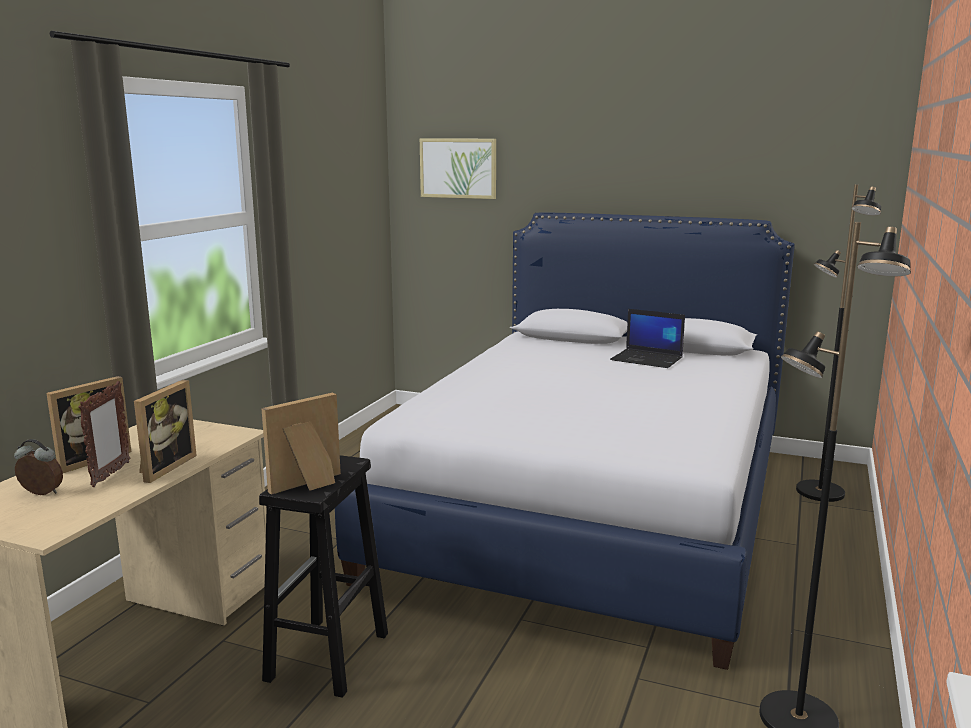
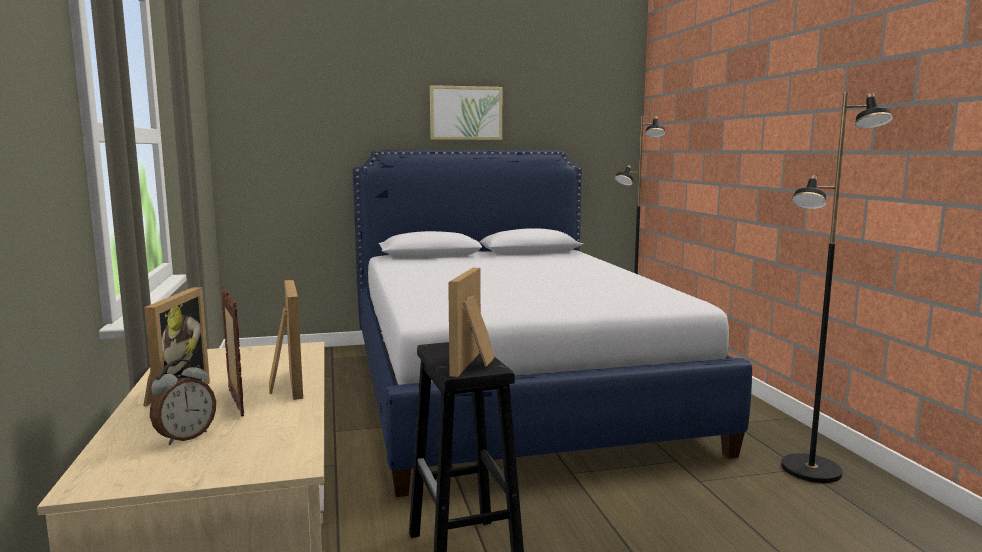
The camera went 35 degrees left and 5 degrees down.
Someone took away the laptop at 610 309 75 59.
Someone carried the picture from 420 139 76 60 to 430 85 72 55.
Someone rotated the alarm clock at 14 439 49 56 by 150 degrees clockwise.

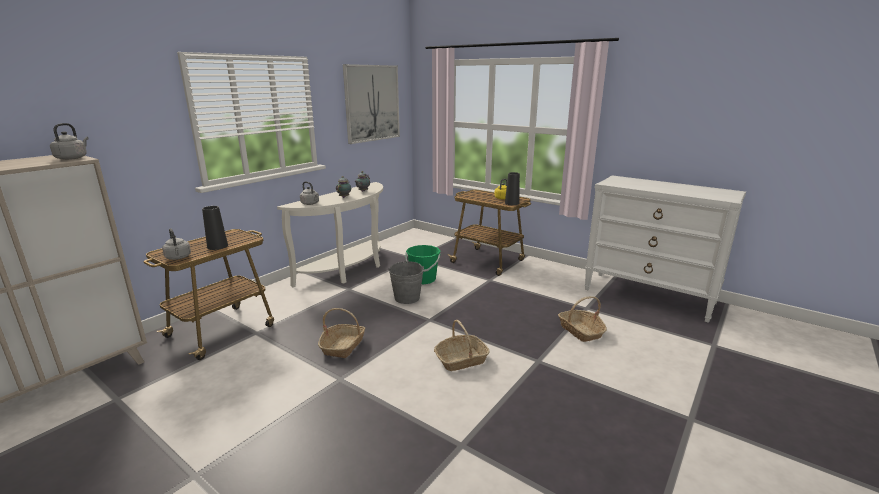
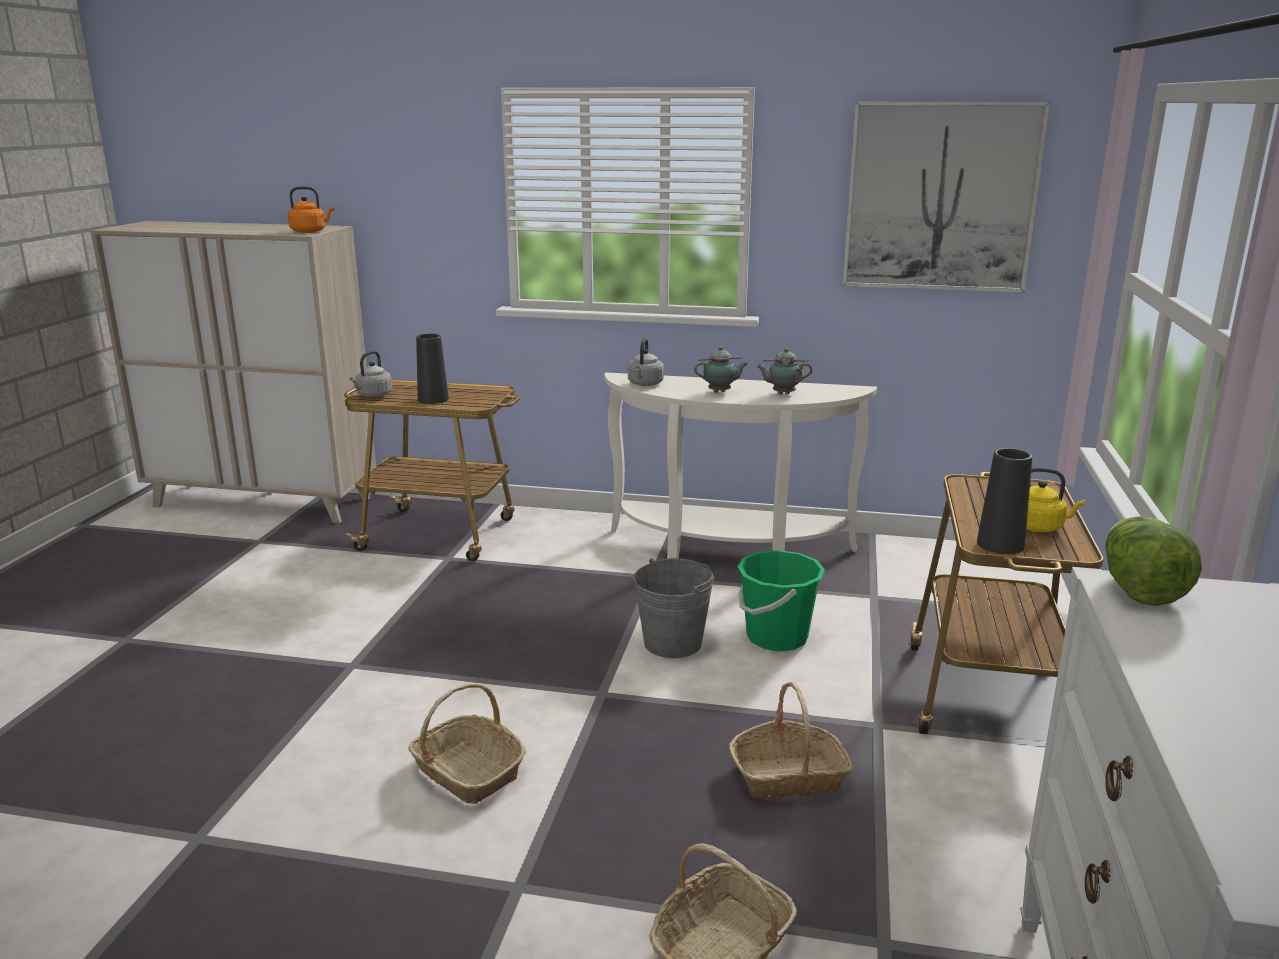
The camera went 65 degrees right and 0 degrees up.
Someone put down the lettuce at 1105 516 97 90.
Someone carried the basket from 318 308 47 50 to 729 682 125 117.
Someone repainted the kettle in grey at 50 123 39 37, which became the kettle in orange at 288 186 46 47.

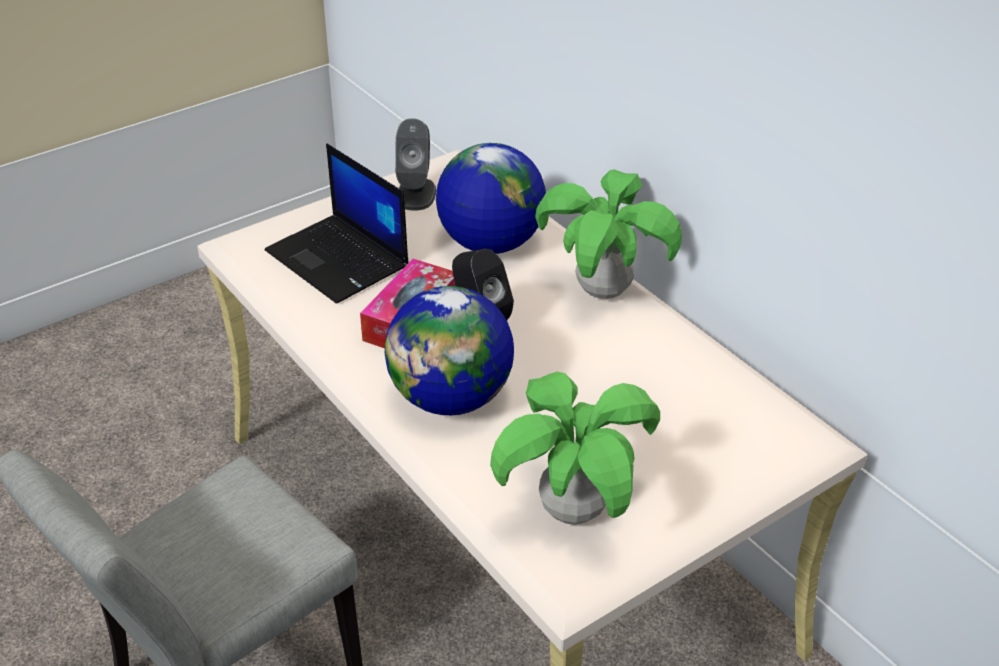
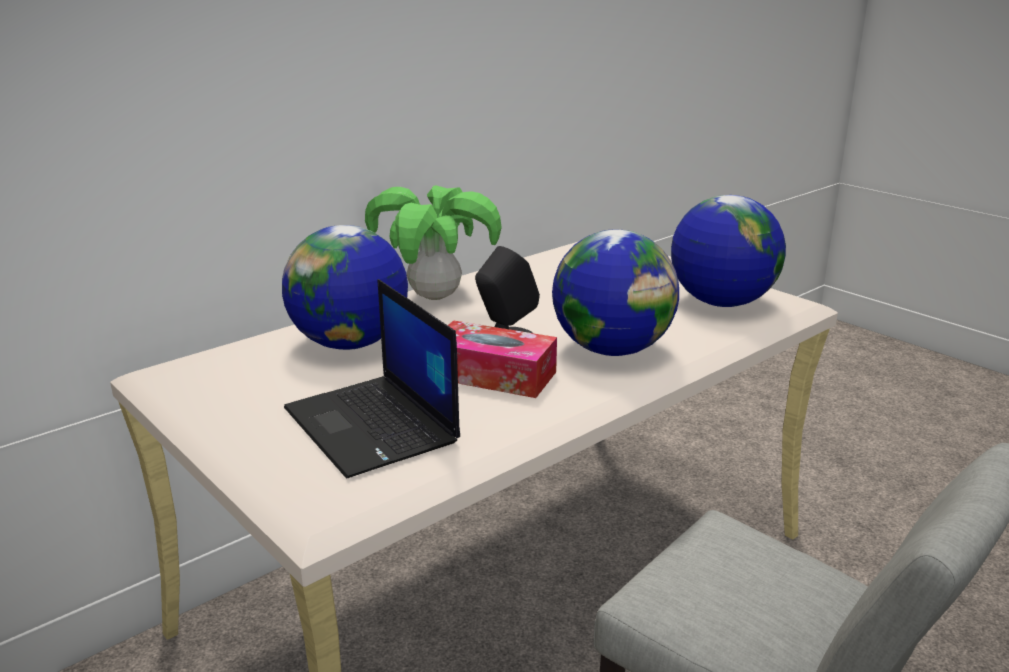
The camera went 95 degrees left and 15 degrees down.
Someone took away the speaker in grey at 395 118 41 92.
Someone swapped the potted plant at 490 372 170 153 for the globe at 671 195 115 112.
Someone rotated the laptop at 265 143 144 161 by 105 degrees clockwise.

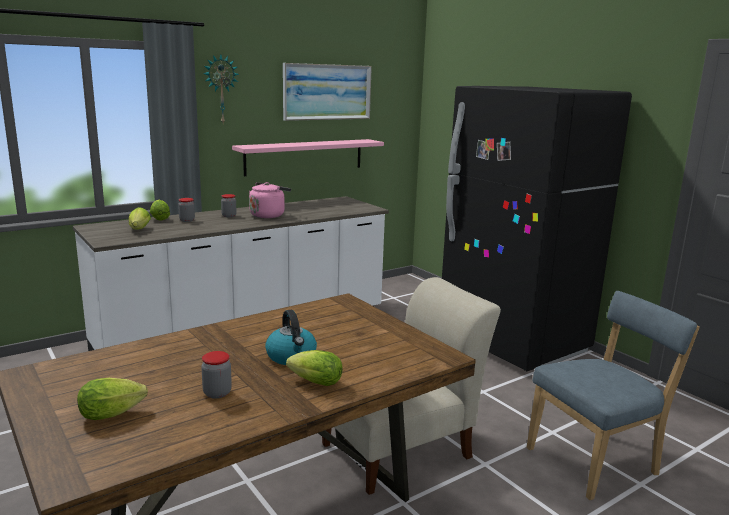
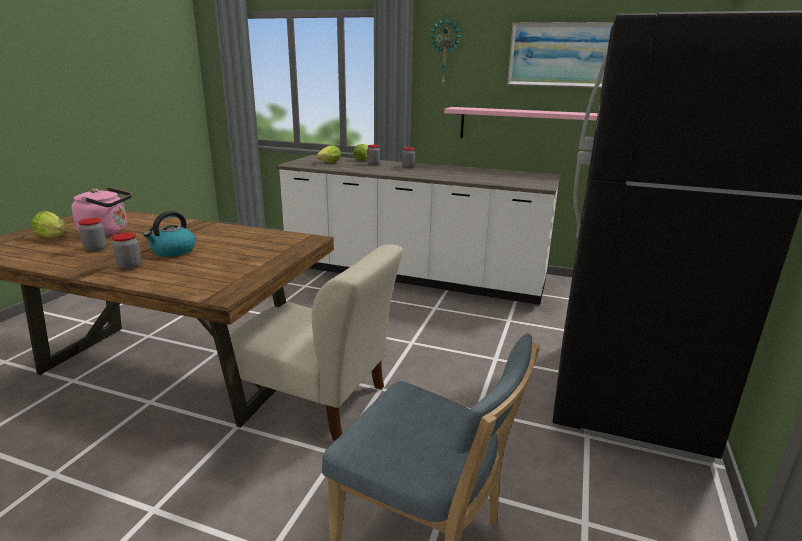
The camera went 55 degrees right and 5 degrees up.
Someone carried the kettle in pink from 249 182 42 36 to 71 187 61 49.
Someone swapped the lettuce at 286 350 57 36 for the jar at 112 233 29 37.

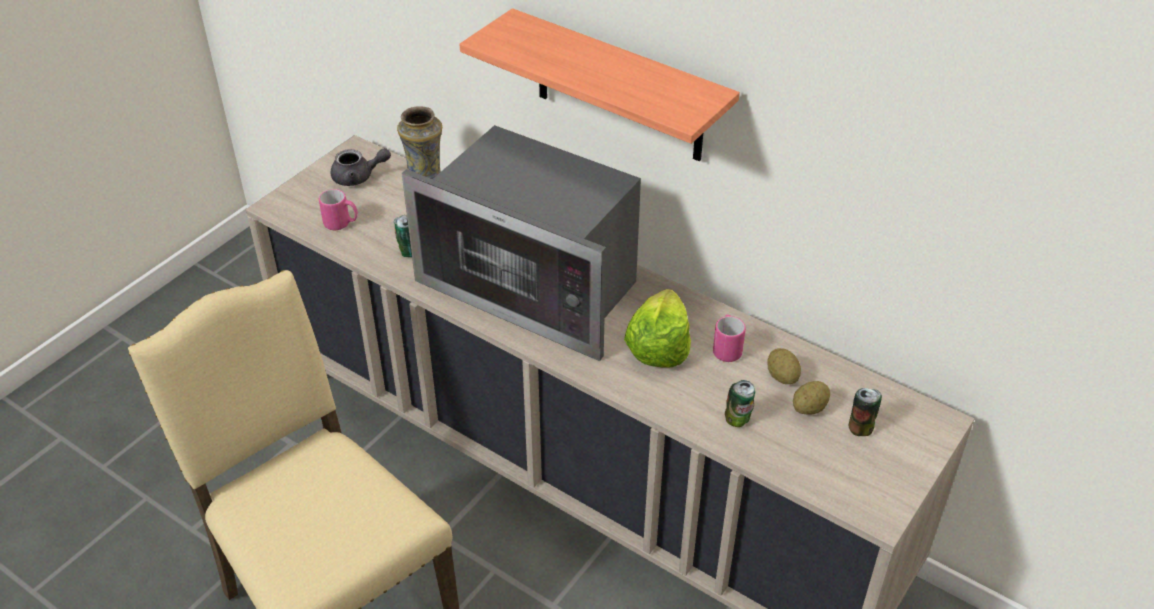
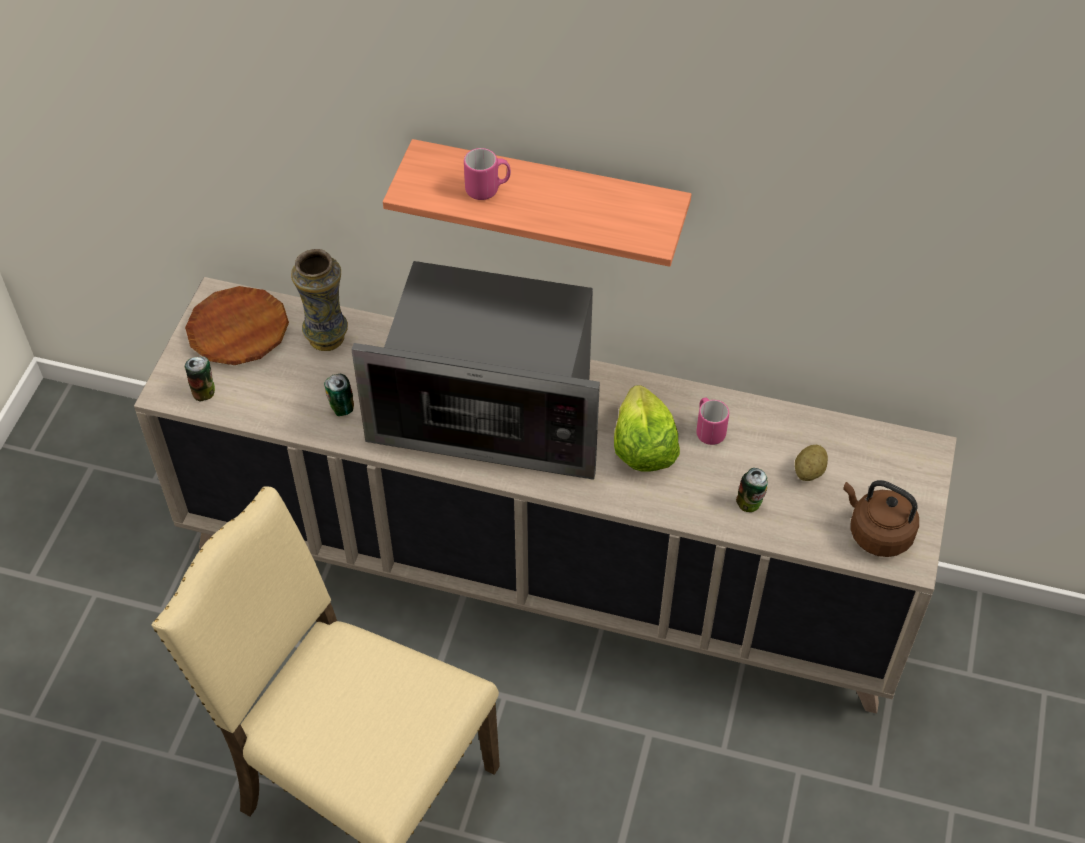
The camera went 20 degrees left and 10 degrees up.
Someone took away the potato at 767 348 34 36.
Someone put down the kettle in brown at 843 480 76 77.
Someone carried the mug in pink from 319 189 39 41 to 464 148 47 52.
Someone carried the can from 849 388 33 48 to 185 356 30 45.
Someone swapped the teapot in grey at 331 148 60 38 for the plate in brown at 185 286 104 79.

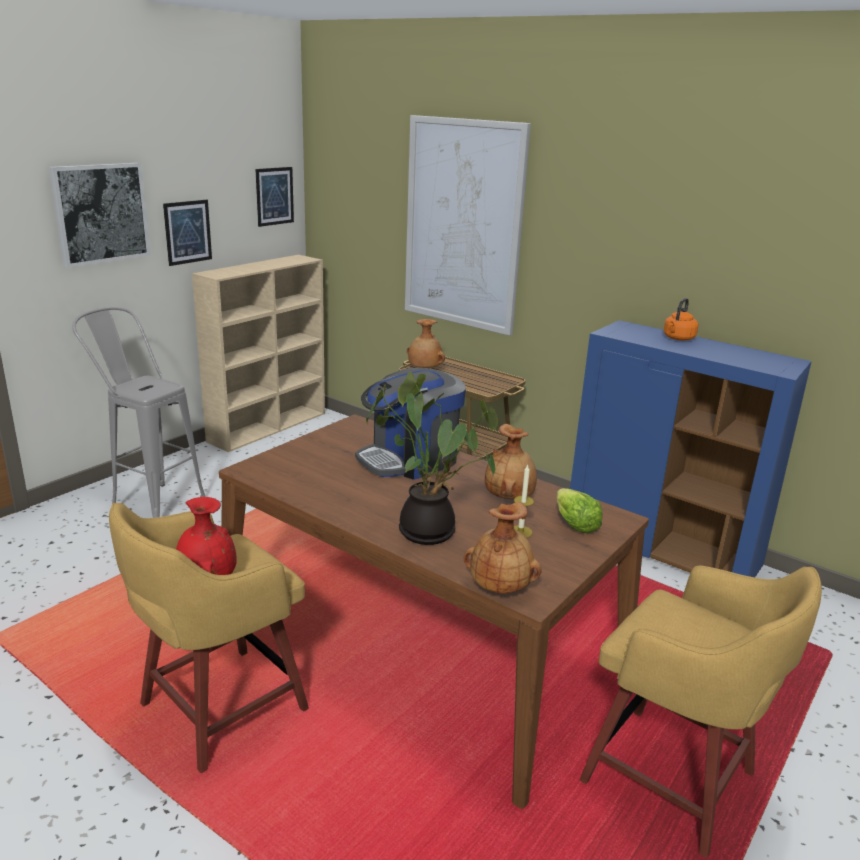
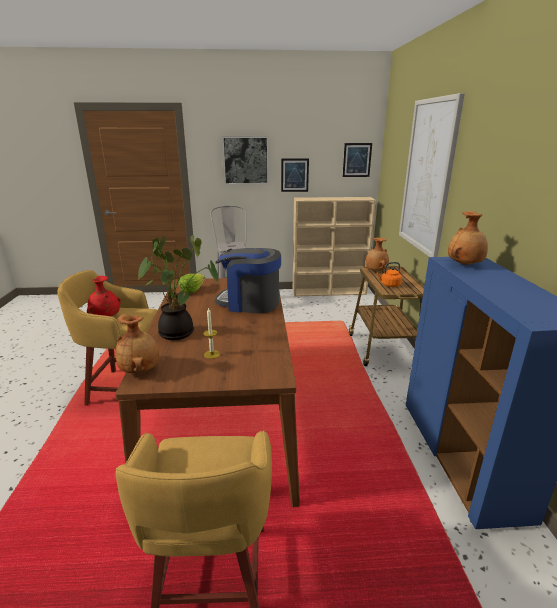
The camera went 50 degrees right and 0 degrees up.
Someone carried the vase in brown from 485 424 52 75 to 448 211 40 54.
Someone carried the lettuce from 557 488 46 45 to 178 274 27 19.
Someone carried the kettle in orange from 664 298 34 42 to 376 262 26 25.

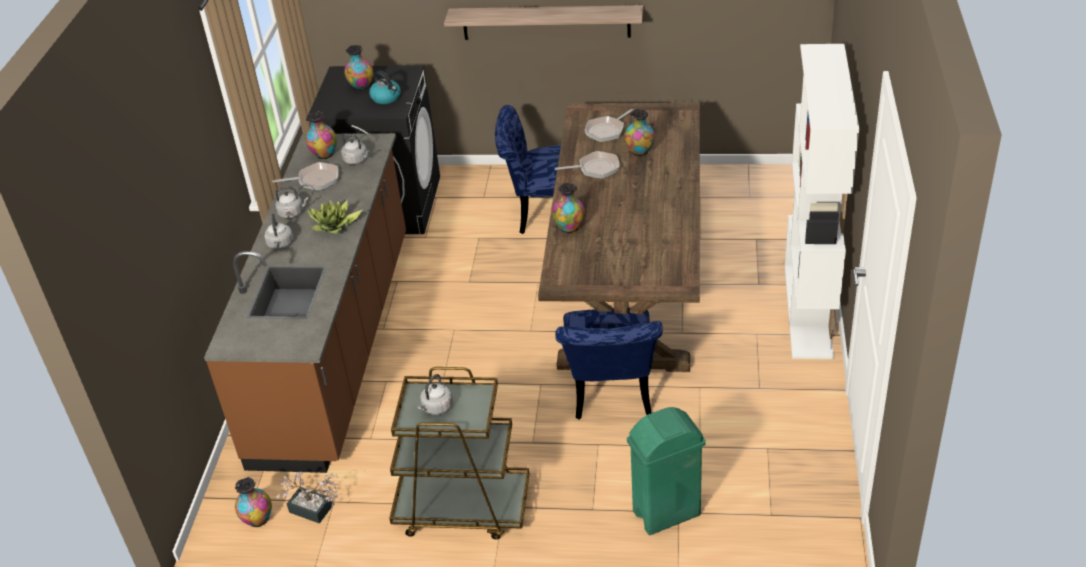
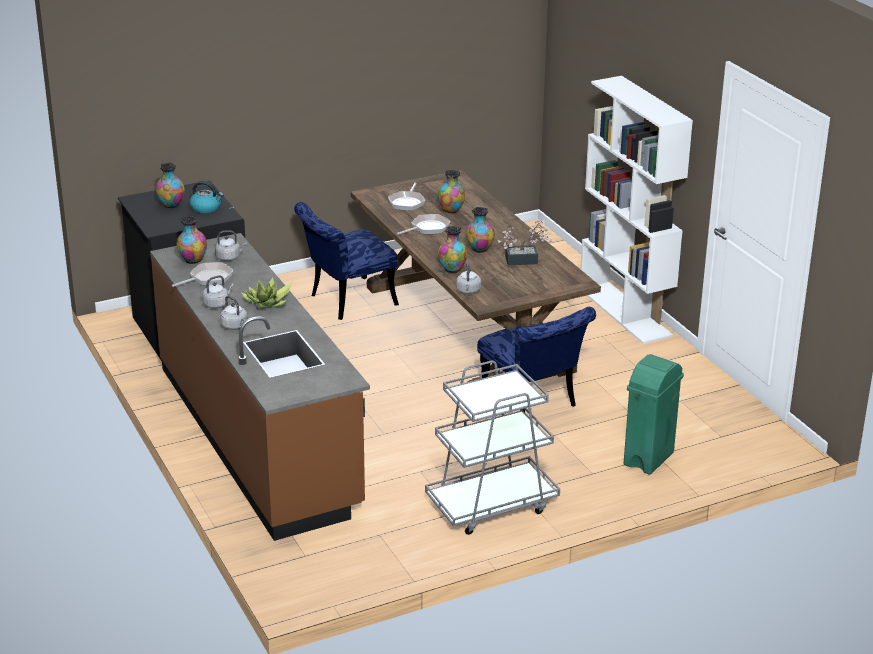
The camera went 35 degrees left and 10 degrees down.
Someone took away the shelf at 444 5 199 35.
Someone carried the vase from 235 477 37 50 to 466 207 29 46.
Someone carried the potted plant from 276 472 62 52 to 498 219 54 46.
Someone carried the kettle in grey from 418 374 35 41 to 456 261 25 33.
Someone repainted the cart in brown at 389 367 141 172, which became the cart in grey at 425 361 135 174.

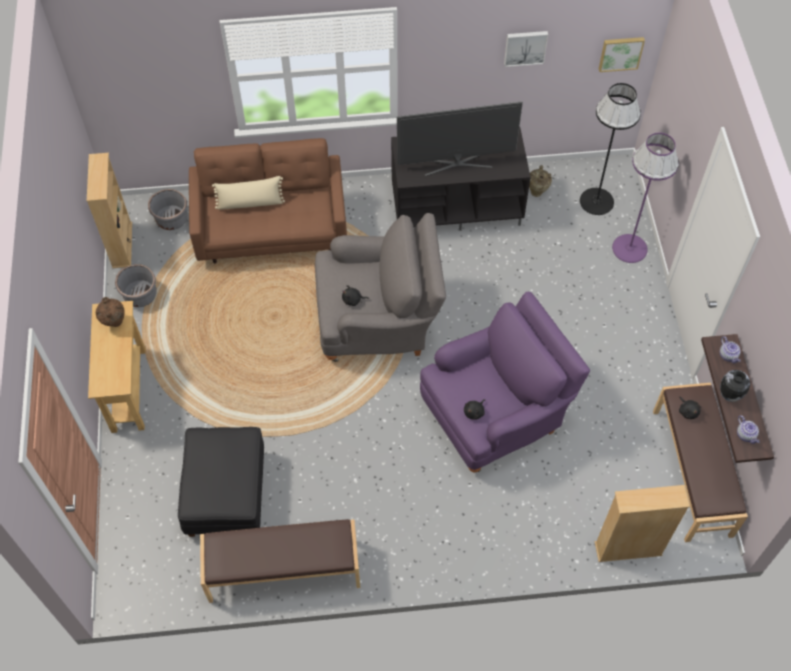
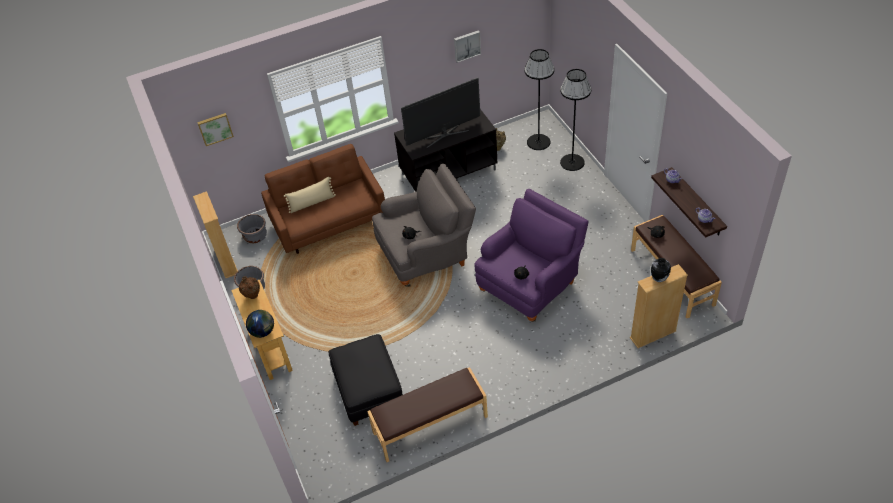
The camera went 15 degrees left and 10 degrees down.
Someone put down the globe at 246 310 28 28.
Someone carried the picture from 599 37 46 35 to 197 113 37 33.
Someone carried the vase from 720 370 30 32 to 651 258 20 24.
Someone repainted the floor lamp in purple at 612 133 67 130, which became the floor lamp in black at 560 69 31 102.

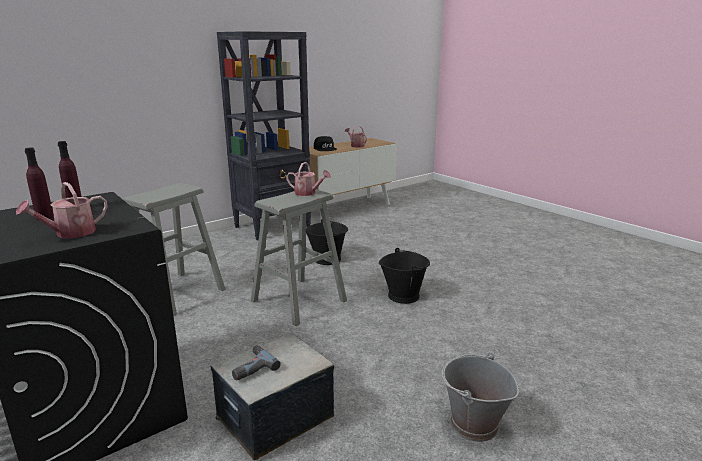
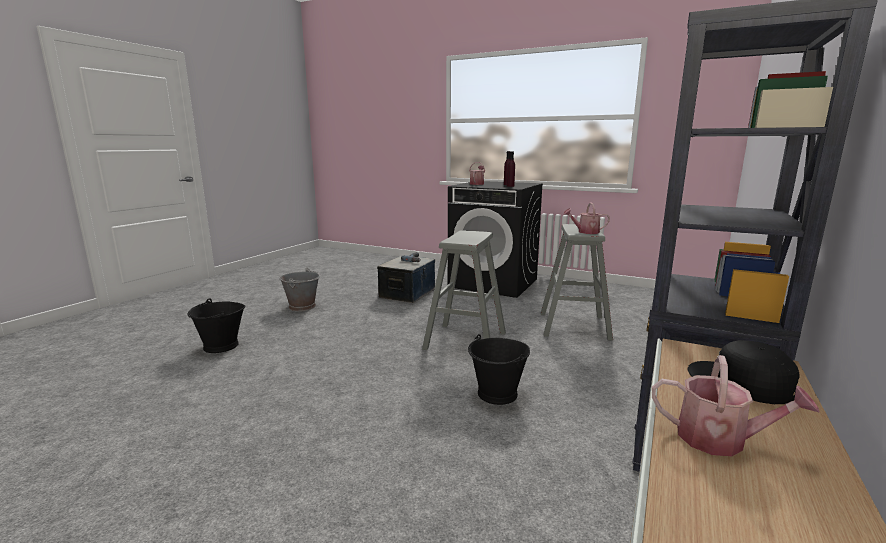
The camera went 155 degrees right and 5 degrees down.
Someone carried the watering can from 286 162 45 34 to 563 203 47 31.
Someone carried the bucket in black from 379 248 51 56 to 188 298 57 55.

